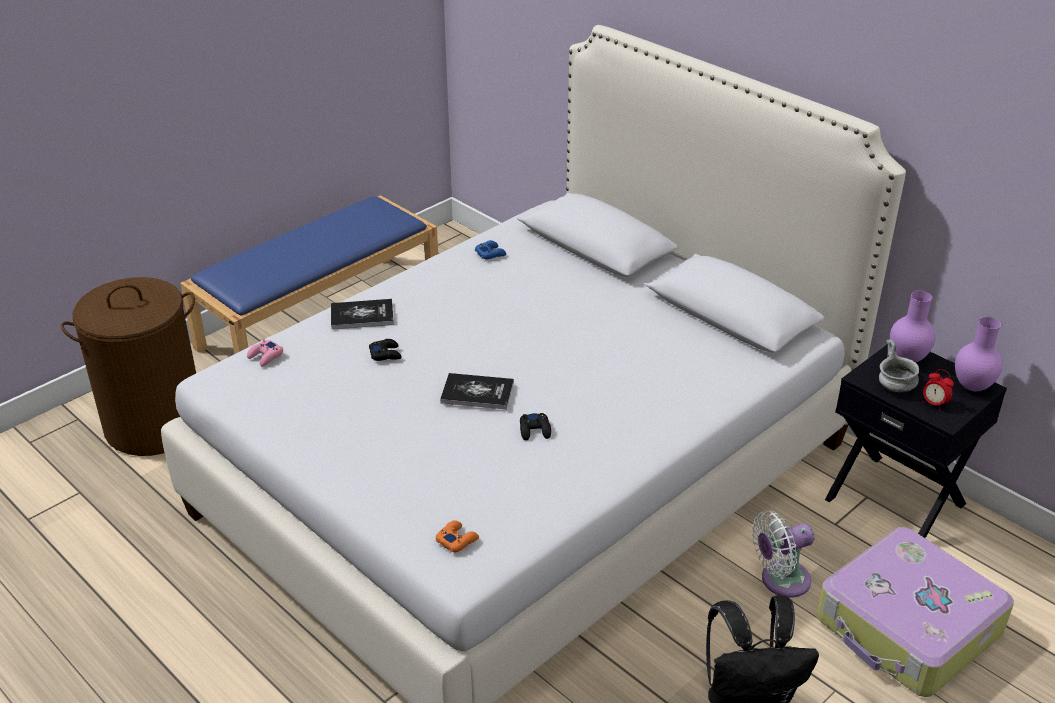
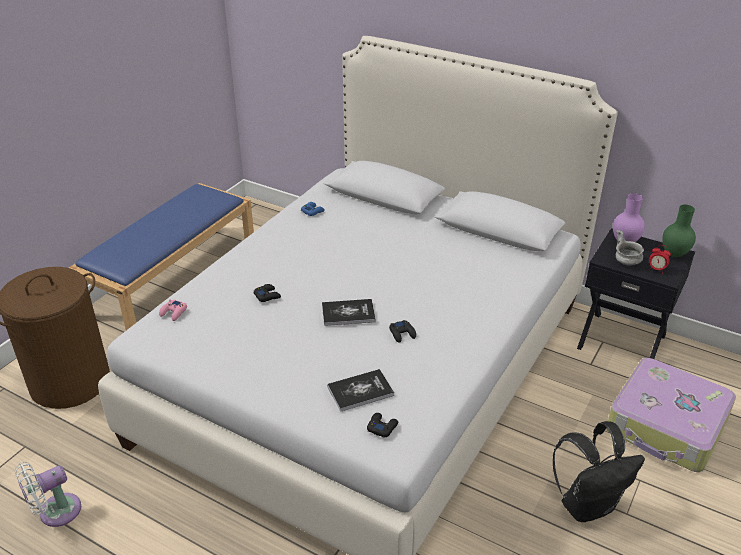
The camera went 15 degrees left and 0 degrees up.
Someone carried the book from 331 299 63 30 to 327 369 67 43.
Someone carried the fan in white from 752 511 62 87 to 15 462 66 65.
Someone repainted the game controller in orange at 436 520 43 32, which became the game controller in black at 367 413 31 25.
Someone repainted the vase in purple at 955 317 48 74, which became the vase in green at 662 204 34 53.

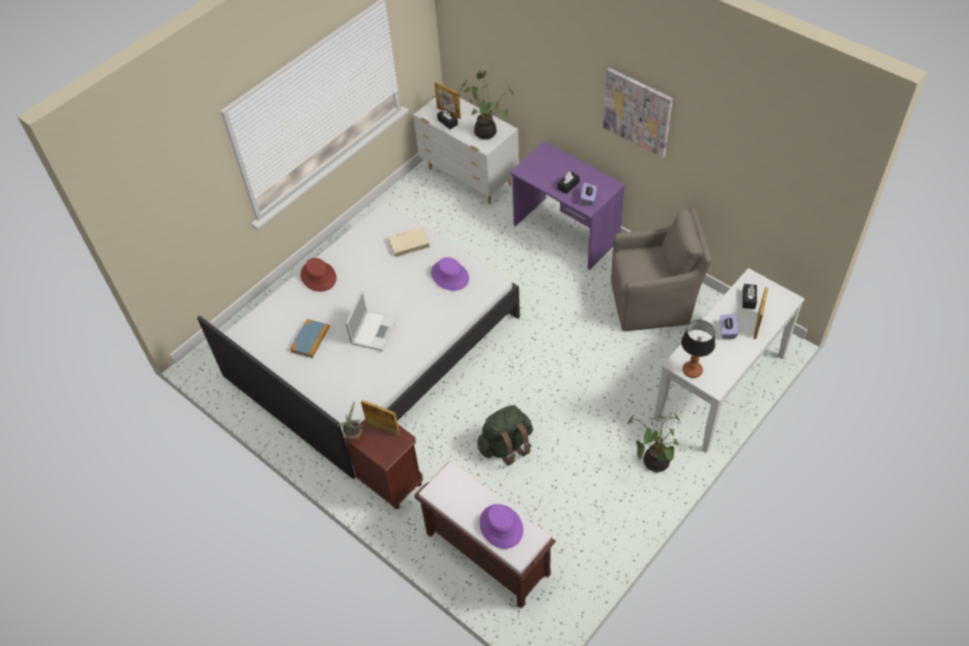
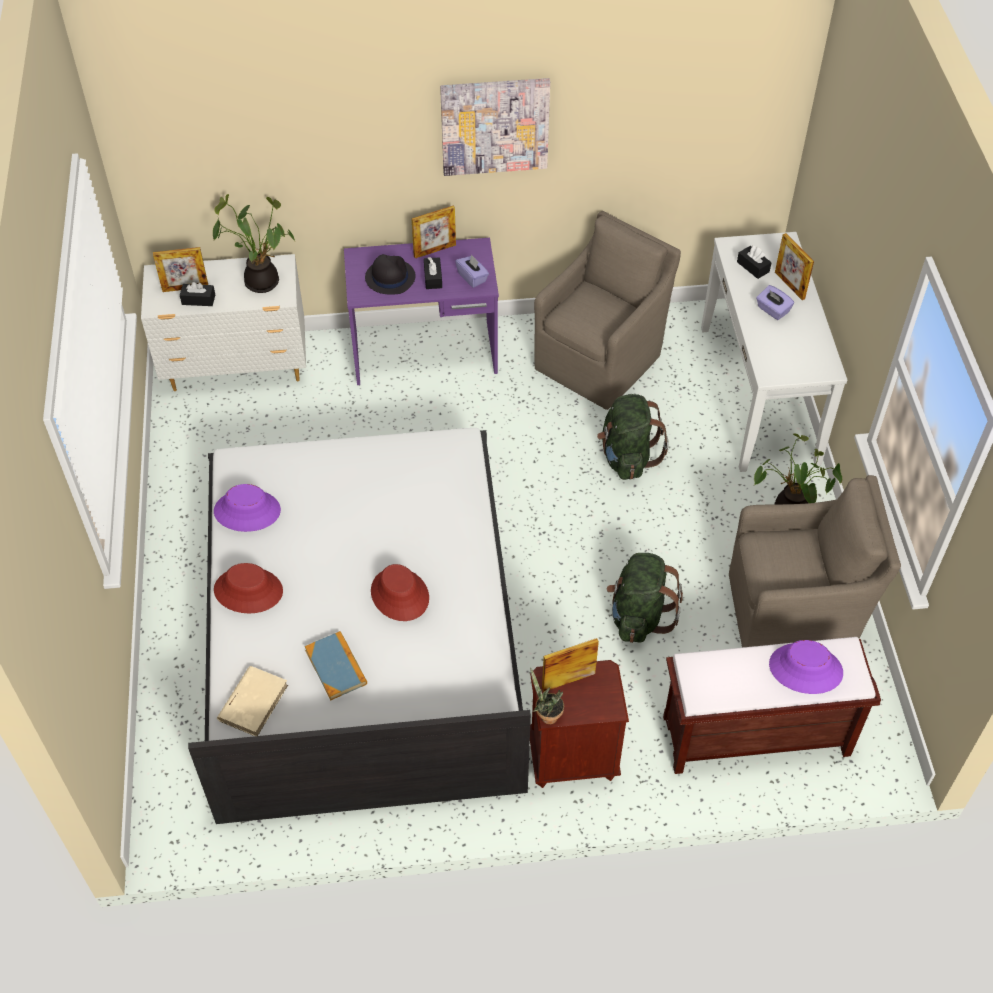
The camera went 50 degrees left and 0 degrees up.
Someone took away the table lamp at 681 320 34 58.
Someone put down the hat in black at 365 254 51 40.
Someone put down the picture frame at 412 206 44 52.
Someone put down the backpack in green at 597 394 72 86.
Someone put down the armchair in brown at 729 475 172 172.
Someone carried the book in beige from 388 227 42 30 to 217 666 71 70.
Someone carried the hat in purple from 431 257 38 34 to 214 484 67 48.
Someone swapped the laptop at 346 291 51 60 for the hat in red at 371 564 58 57.

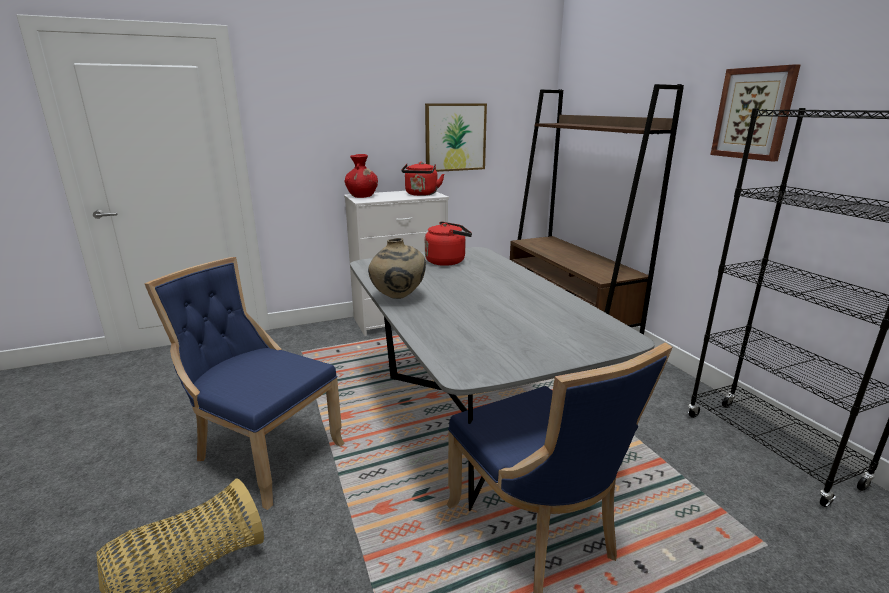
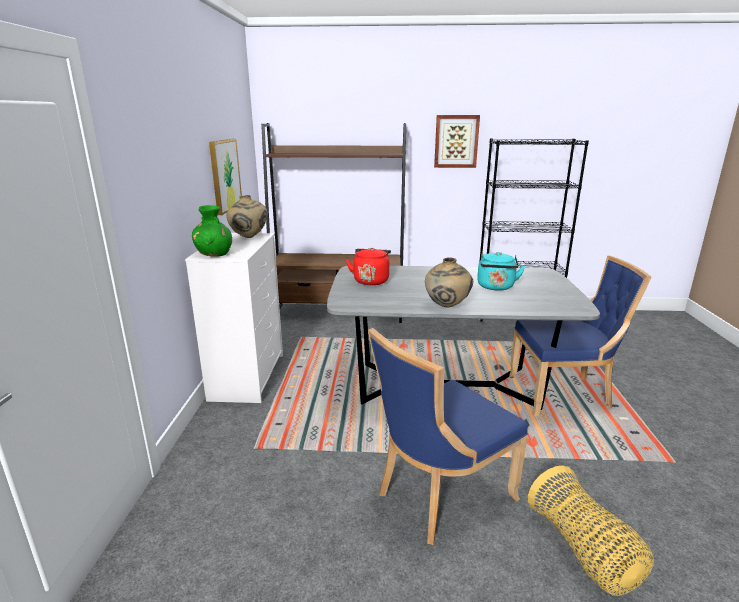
The camera went 65 degrees left and 0 degrees up.
Someone put down the kettle in turquoise at 477 252 48 39.
Someone swapped the kettle in red at 401 162 43 34 for the vase in beige at 226 195 41 43.
Someone repainted the vase in red at 345 154 33 44, which became the vase in green at 192 205 40 51.

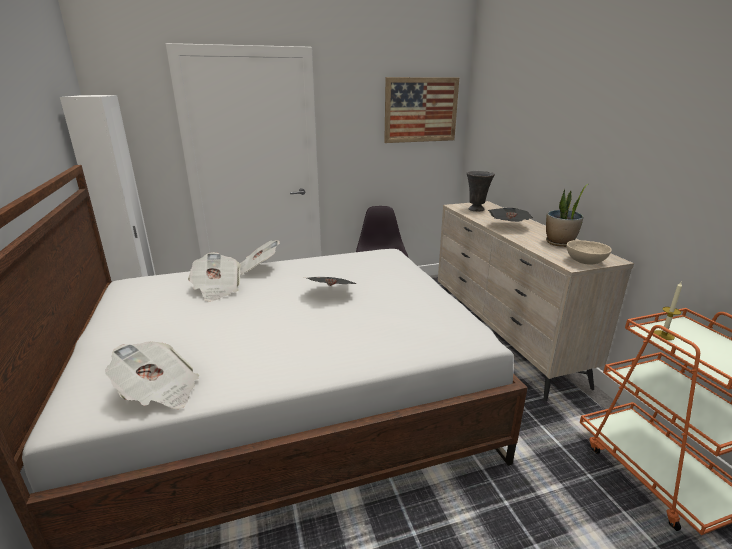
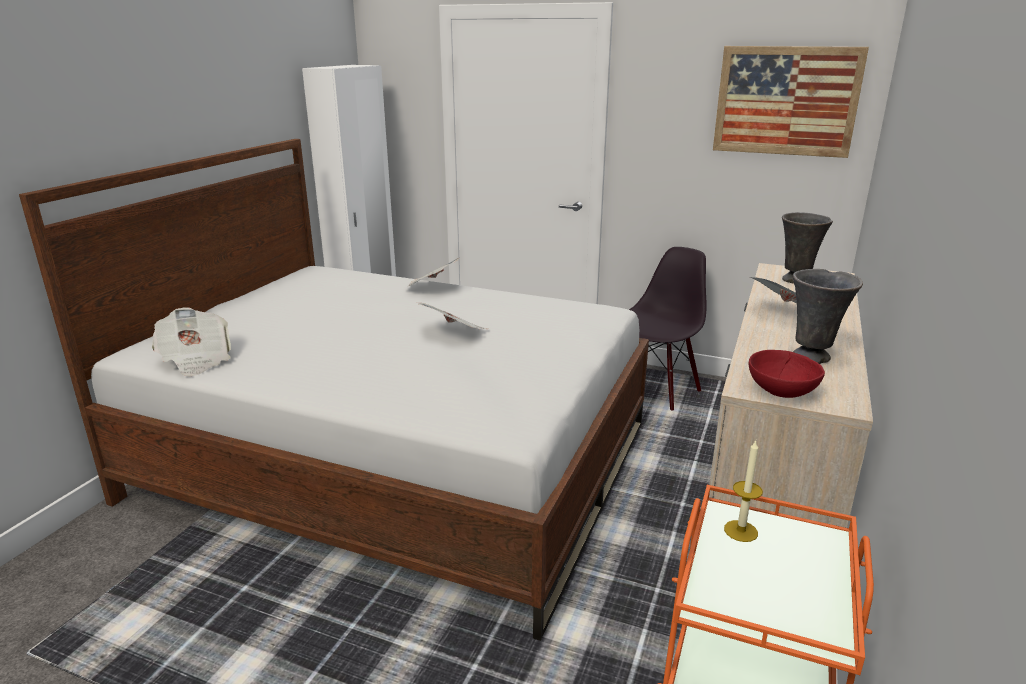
The camera went 40 degrees right and 0 degrees up.
Someone took away the newspaper at 188 252 53 50.
Someone swapped the potted plant at 546 184 42 63 for the vase in grey at 793 269 70 95.
Someone repainted the bowl in beige at 566 240 46 25, which became the bowl in red at 749 350 76 48.

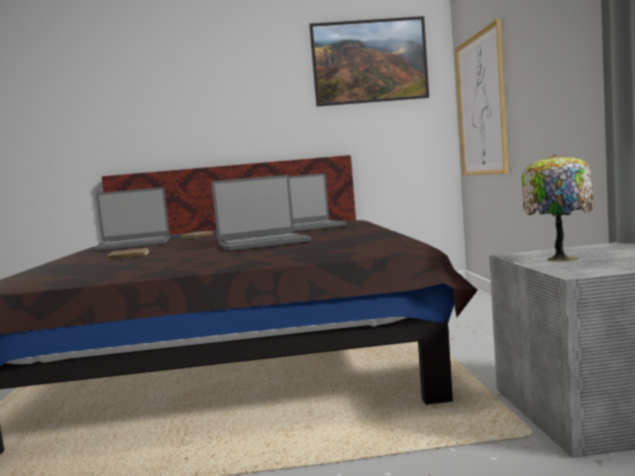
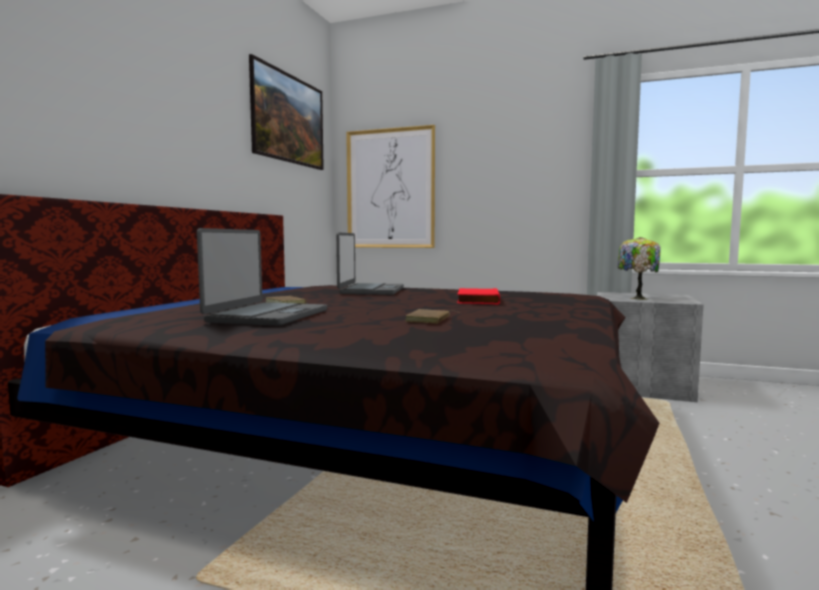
The camera went 65 degrees left and 0 degrees up.
Someone swapped the laptop at 212 175 99 77 for the book in red at 457 288 43 17.

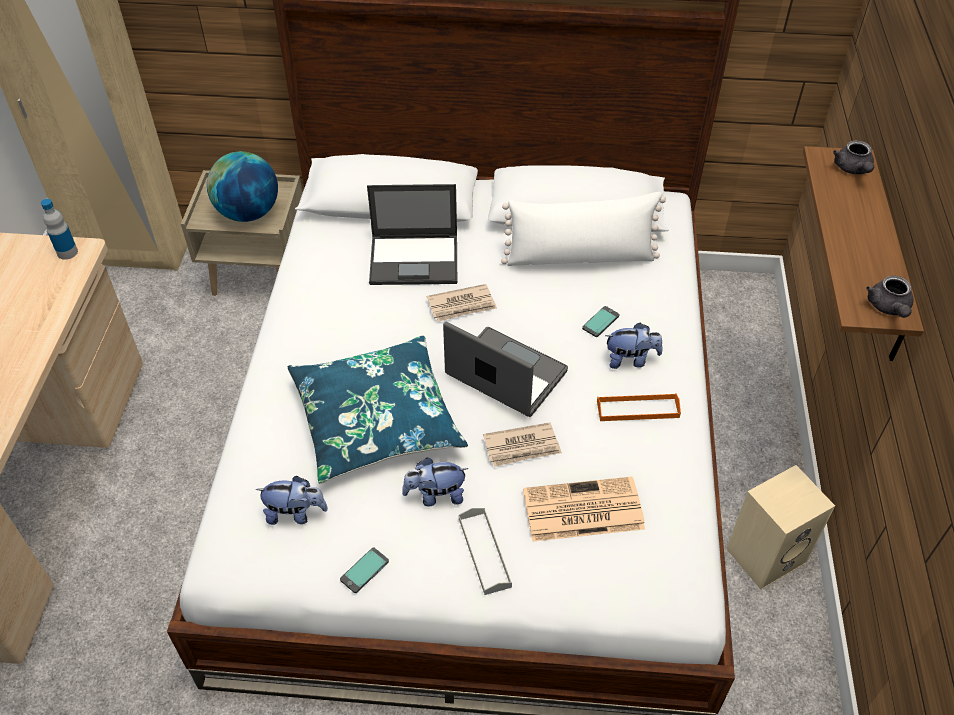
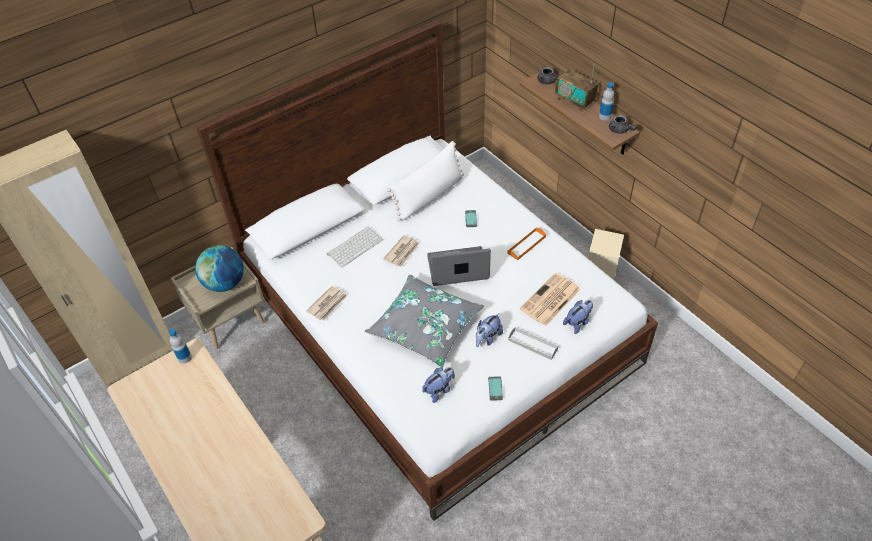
The camera went 40 degrees left and 0 degrees up.
Someone put down the radio at 555 64 43 47.
Someone put down the bottle at 599 82 15 39.
Someone carried the newspaper from 483 422 79 45 to 306 286 42 35.
Someone carried the plush toy from 605 323 58 46 to 563 300 30 34.
Someone swapped the laptop at 367 184 90 101 for the keyboard at 327 227 56 40.
Someone repainted the pillow in blue at 288 336 180 148, which became the pillow in grey at 365 275 119 92.

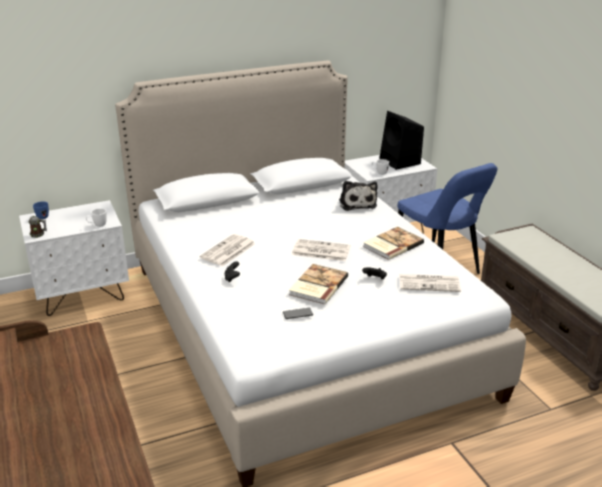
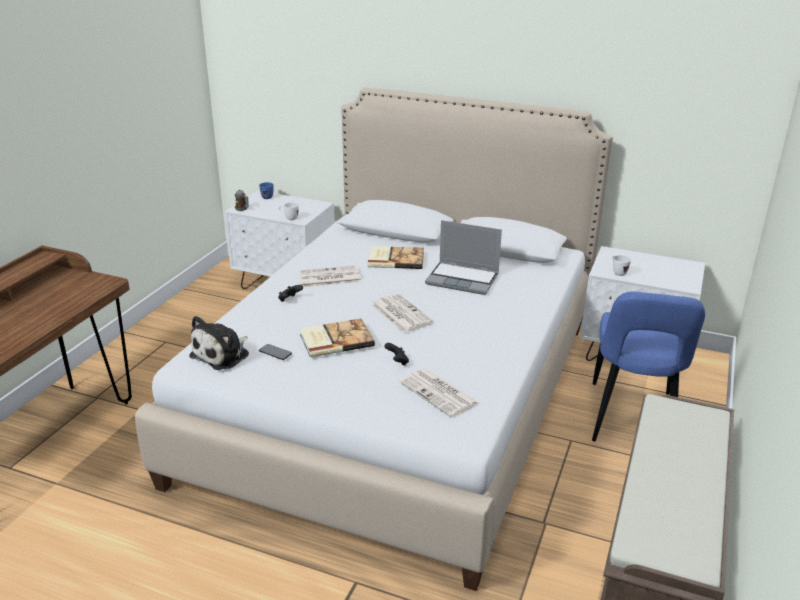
The camera went 45 degrees right and 0 degrees up.
Someone took away the speaker in black at 379 111 45 59.
Someone put down the laptop at 425 220 77 75.
Someone carried the plush toy from 339 181 39 30 to 189 316 60 54.
Someone carried the book from 363 227 61 33 to 368 246 56 23.

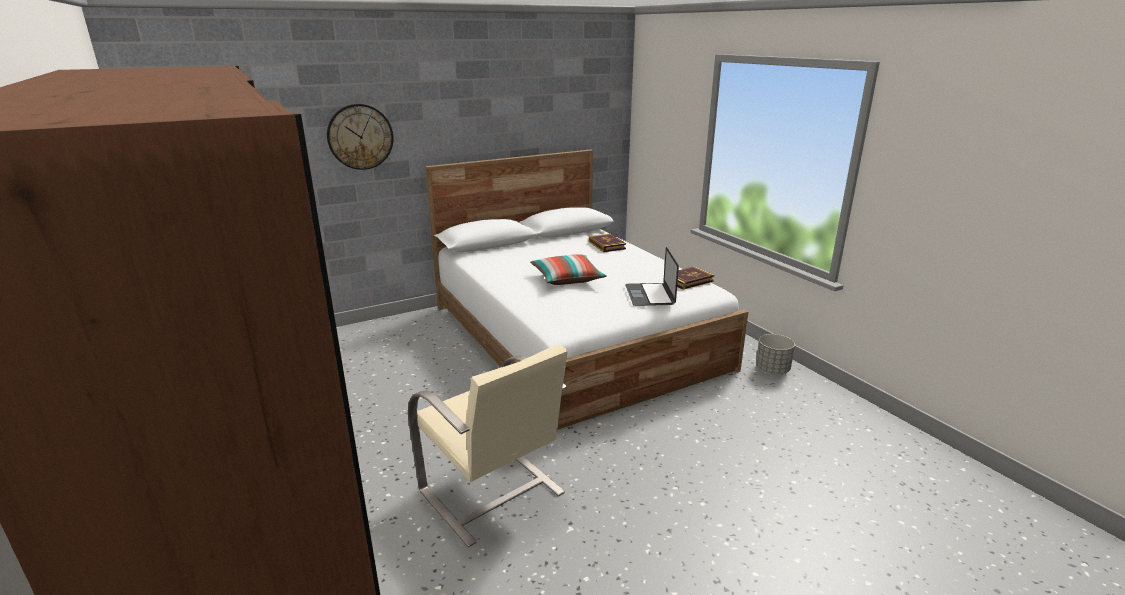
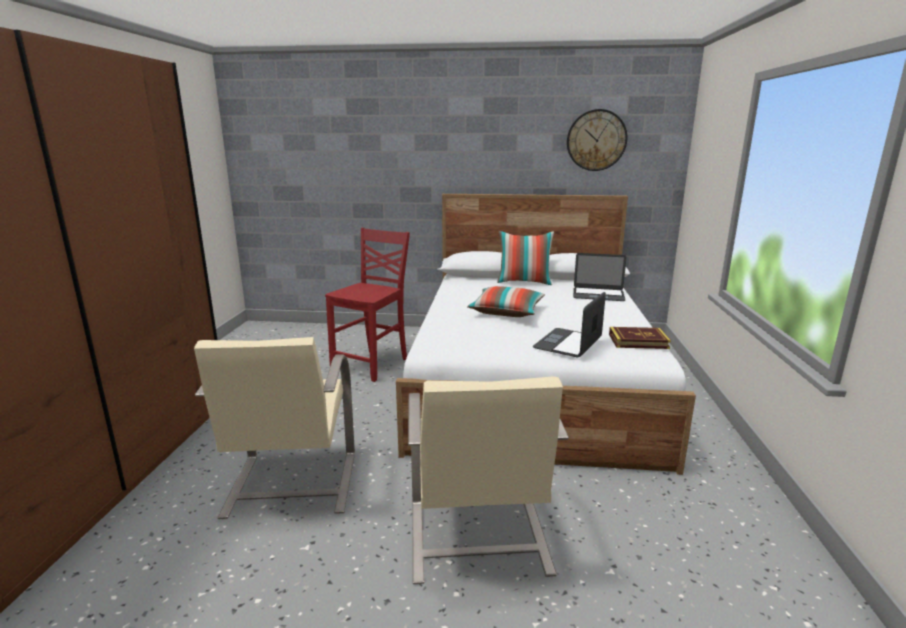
The camera went 35 degrees right and 5 degrees down.
Someone took away the planter in grey at 756 334 39 40.
Someone put down the chair in red at 325 228 85 154.
Someone put down the armchair in beige at 408 376 161 208.
Someone put down the pillow at 497 231 57 54.
Someone carried the wall clock from 327 104 66 66 to 567 109 60 62.
Someone swapped the book at 589 233 37 19 for the laptop at 573 253 54 48.

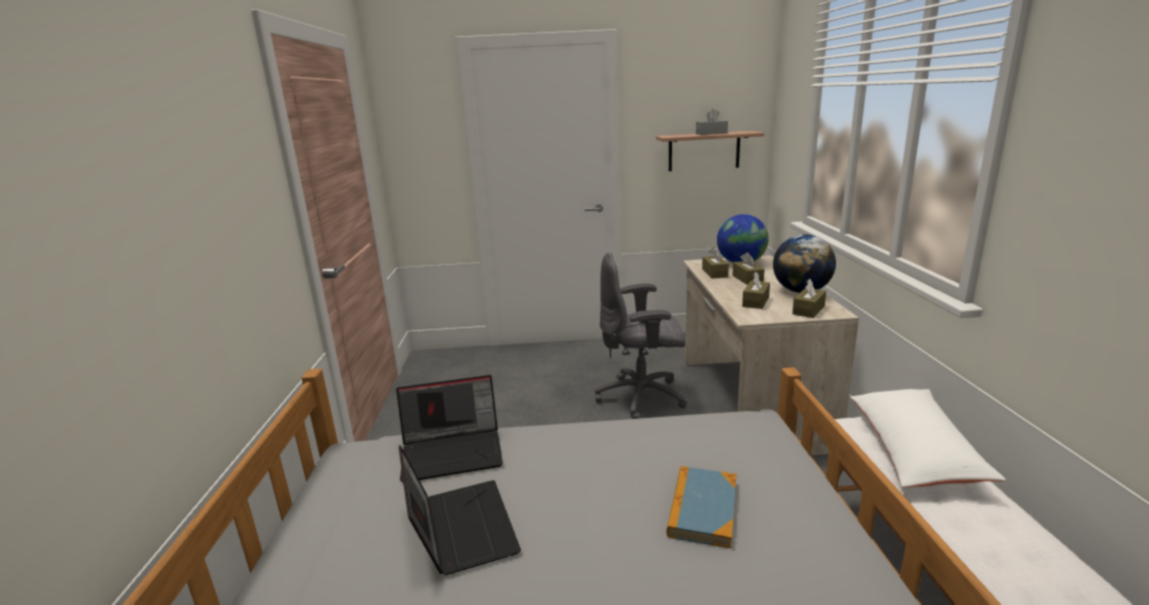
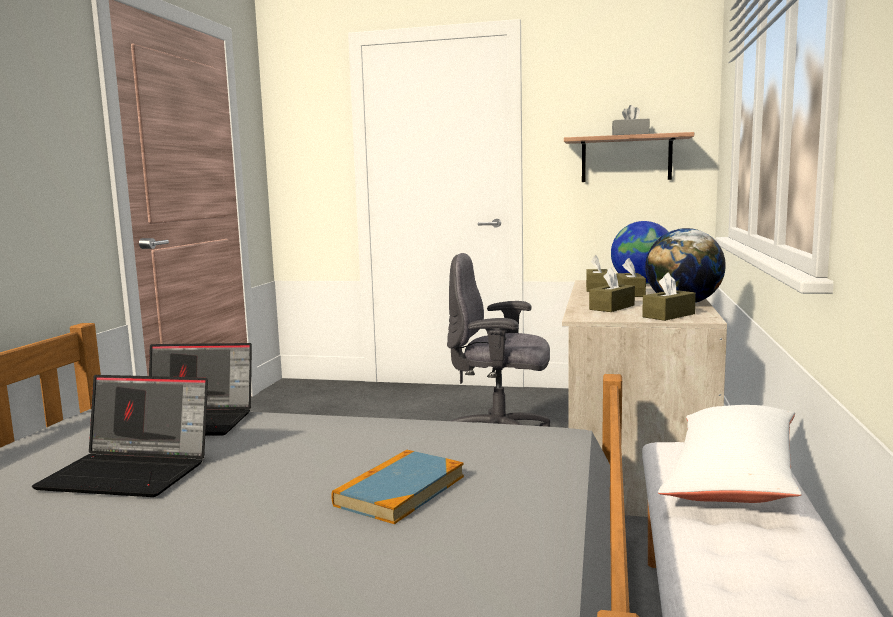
The camera went 15 degrees right and 10 degrees down.
Someone rotated the laptop at 398 445 123 130 by 105 degrees clockwise.

